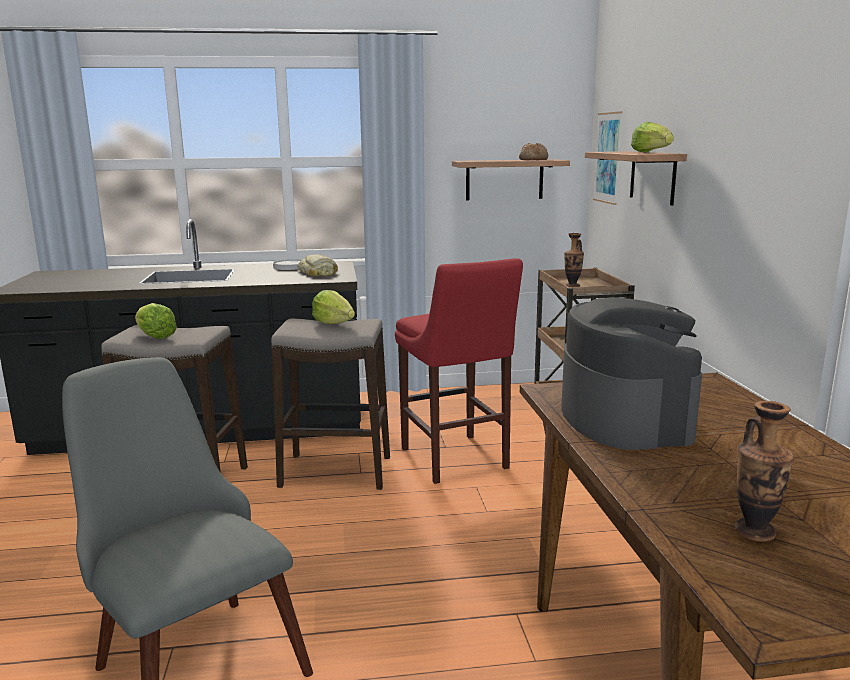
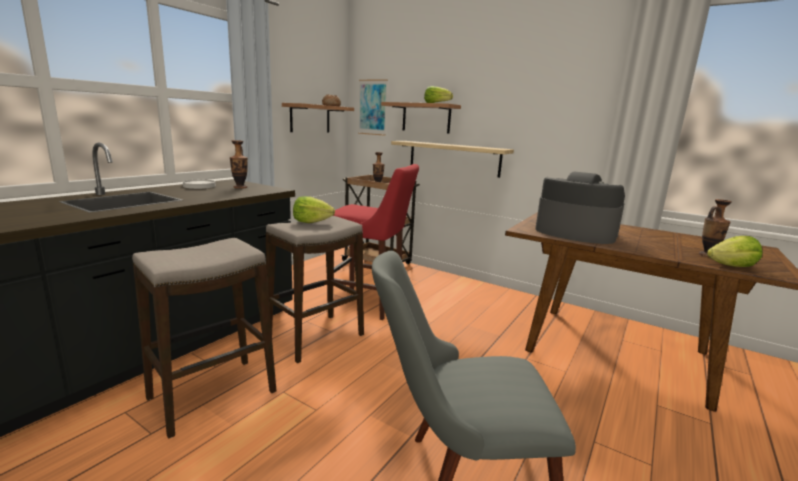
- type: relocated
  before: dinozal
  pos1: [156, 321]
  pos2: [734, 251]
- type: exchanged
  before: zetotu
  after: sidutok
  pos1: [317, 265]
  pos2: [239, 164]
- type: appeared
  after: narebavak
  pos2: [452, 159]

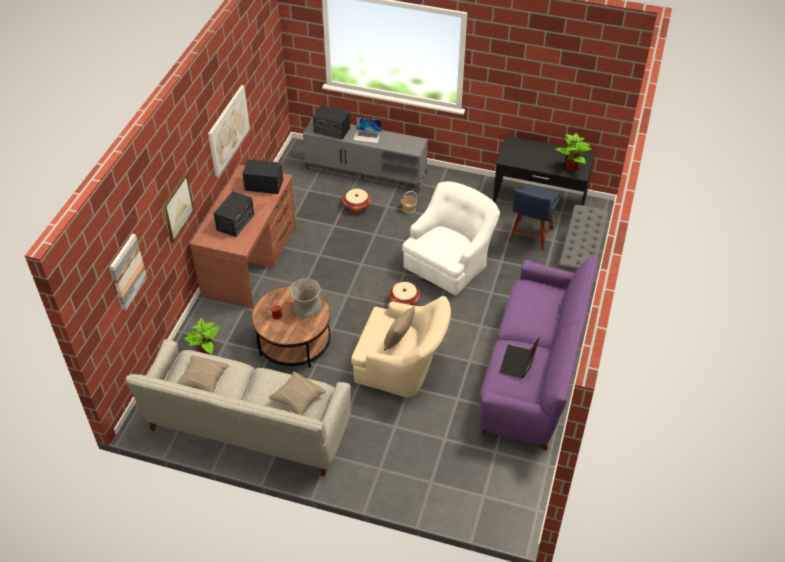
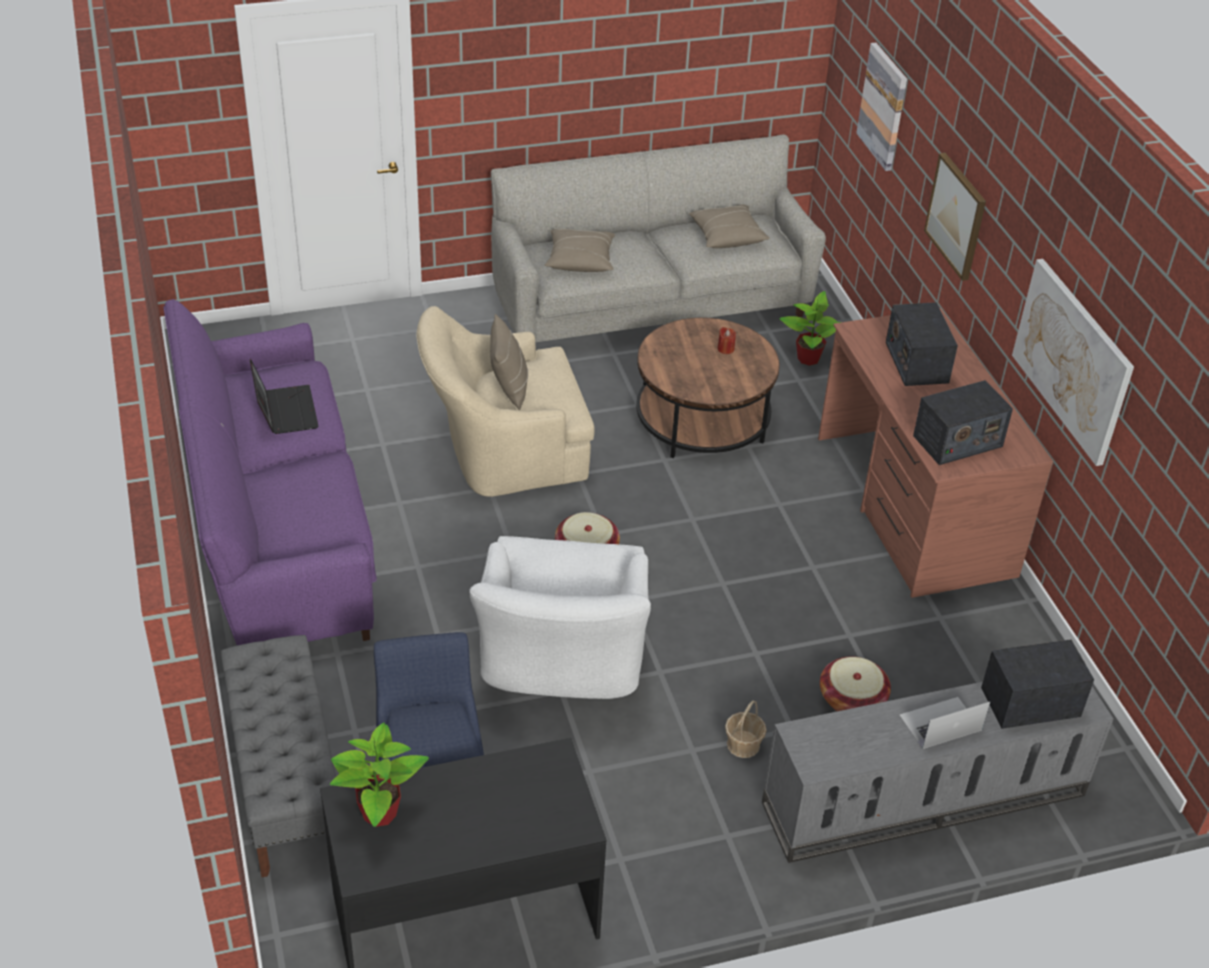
- type: missing
  before: grey_sidutok
  pos1: [305, 298]

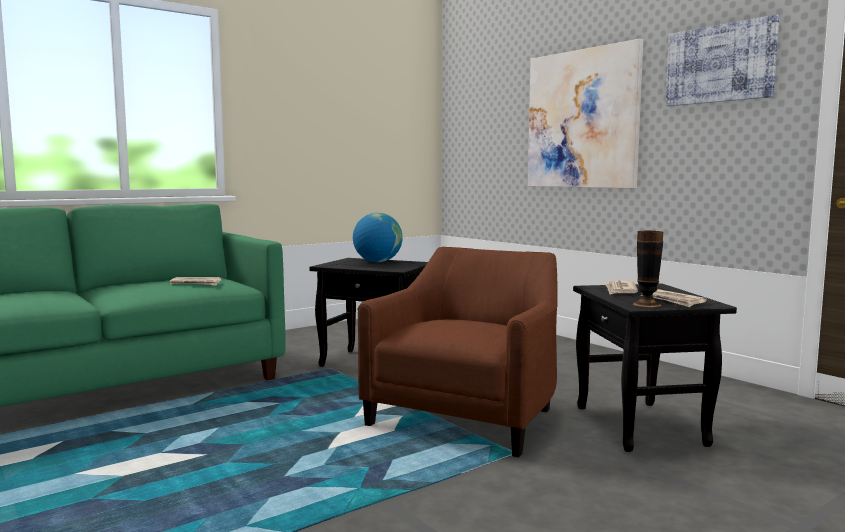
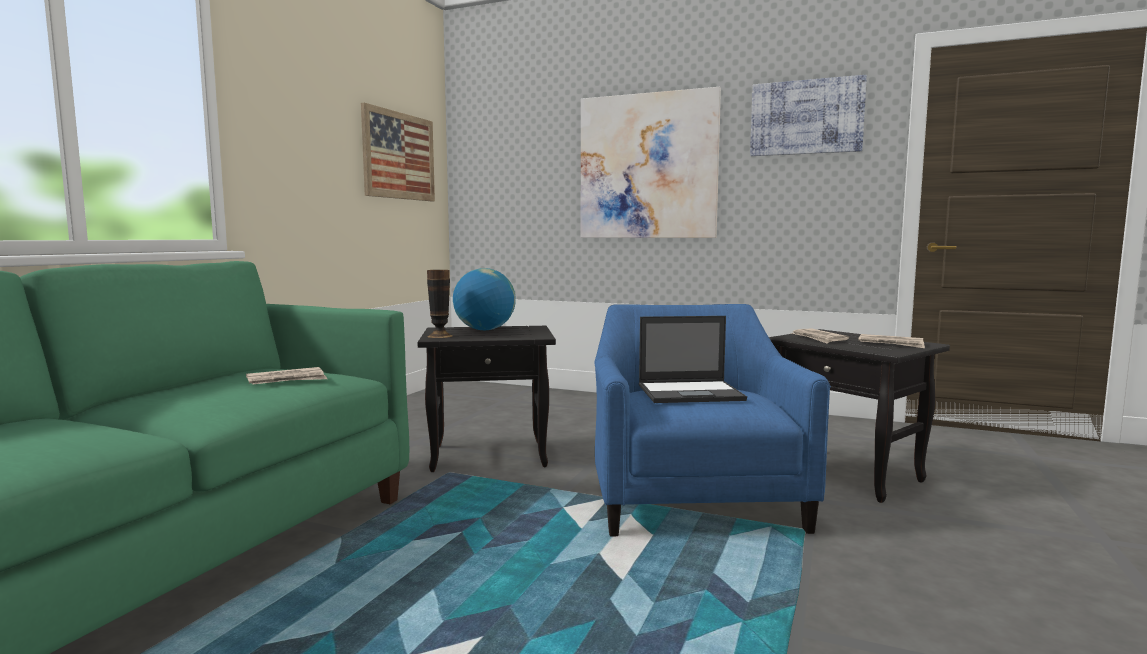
- type: colour
  before: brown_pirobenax
  after: blue_pirobenax
  pos1: [457, 352]
  pos2: [713, 420]
- type: relocated
  before: sidutok
  pos1: [648, 269]
  pos2: [440, 304]
- type: appeared
  after: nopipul
  pos2: [398, 152]
- type: appeared
  after: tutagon
  pos2: [693, 359]

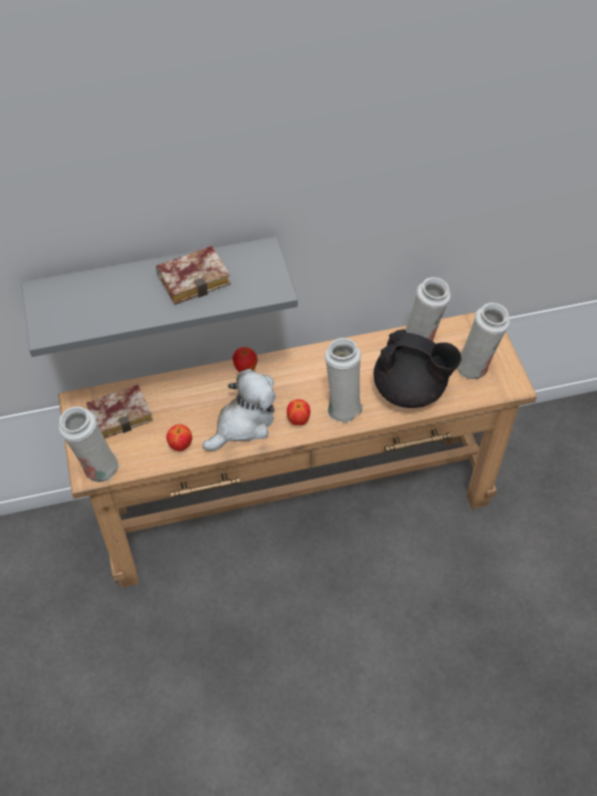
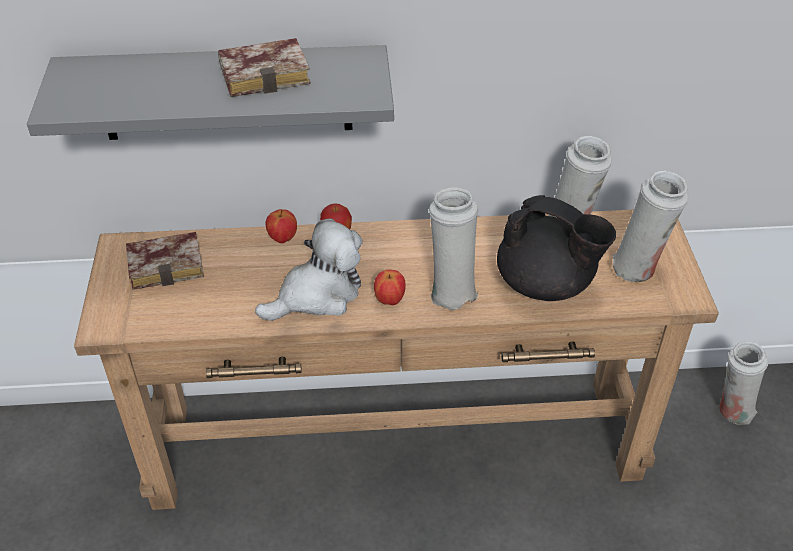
- type: relocated
  before: white_sidutok
  pos1: [89, 444]
  pos2: [743, 383]
- type: relocated
  before: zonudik
  pos1: [179, 437]
  pos2: [281, 226]

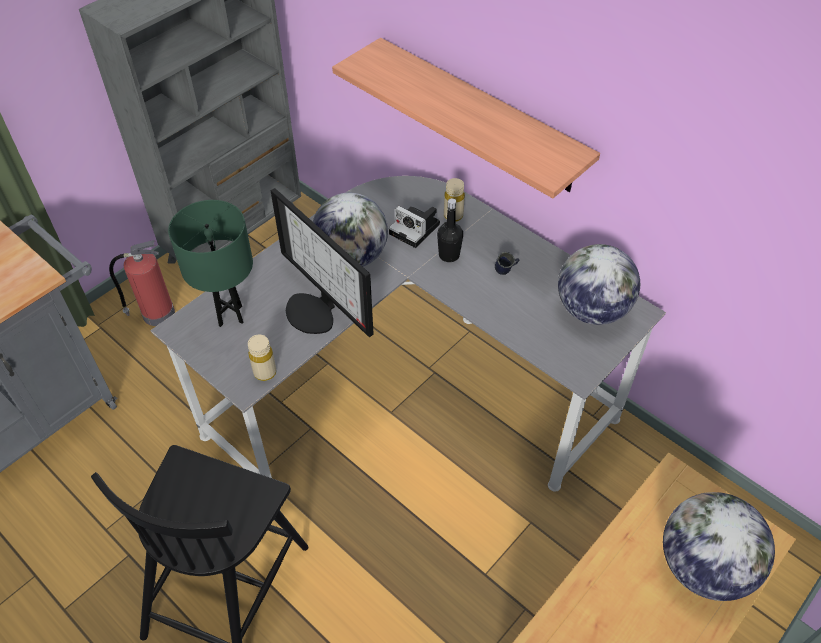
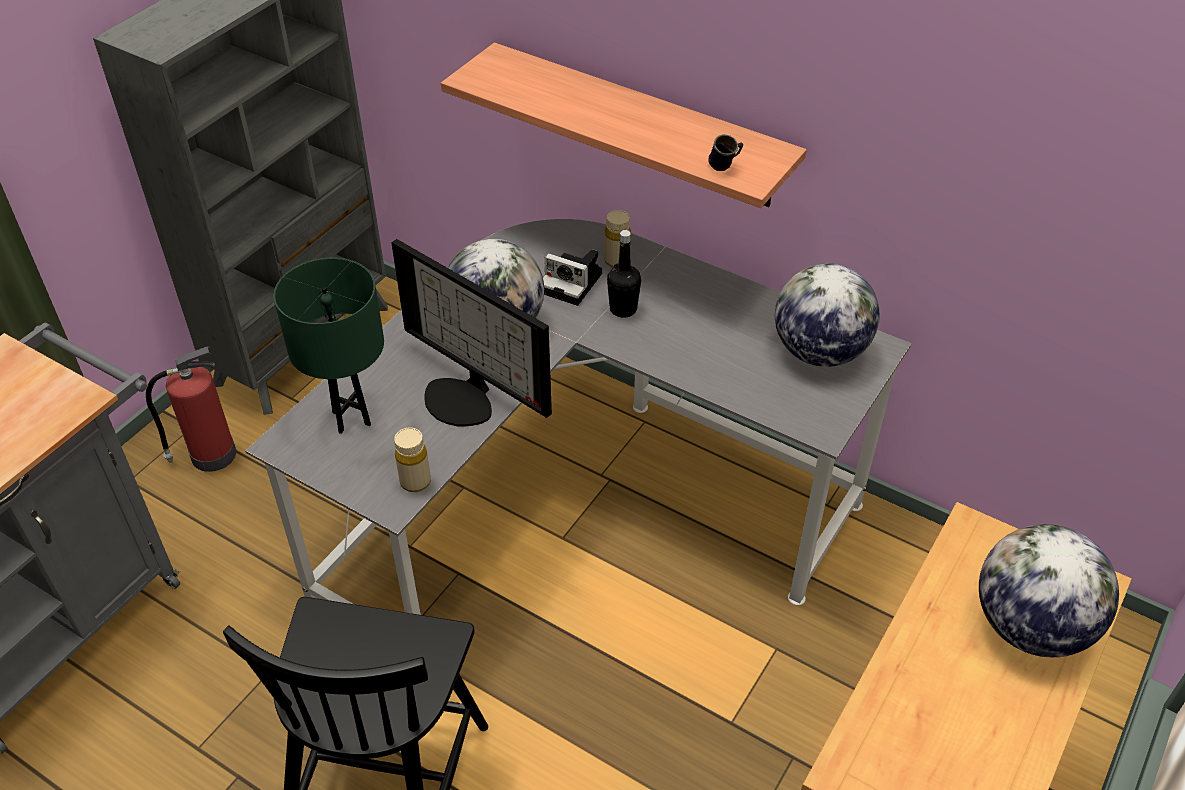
- type: relocated
  before: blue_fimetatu
  pos1: [507, 263]
  pos2: [725, 152]

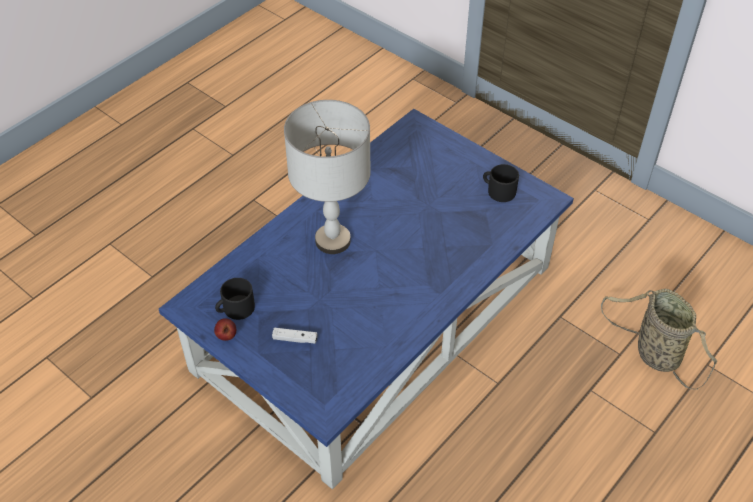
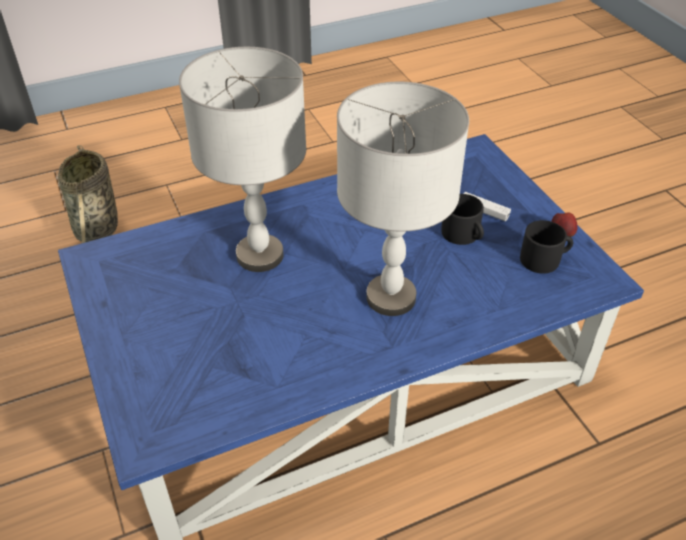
- type: relocated
  before: black_fimetatu
  pos1: [501, 183]
  pos2: [462, 219]
- type: appeared
  after: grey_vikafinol
  pos2: [242, 159]

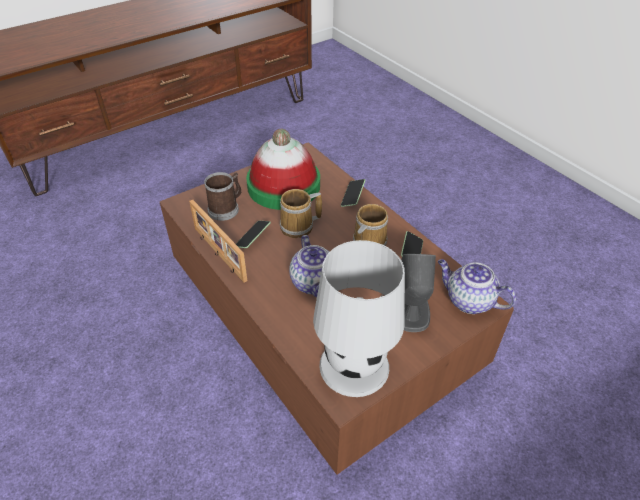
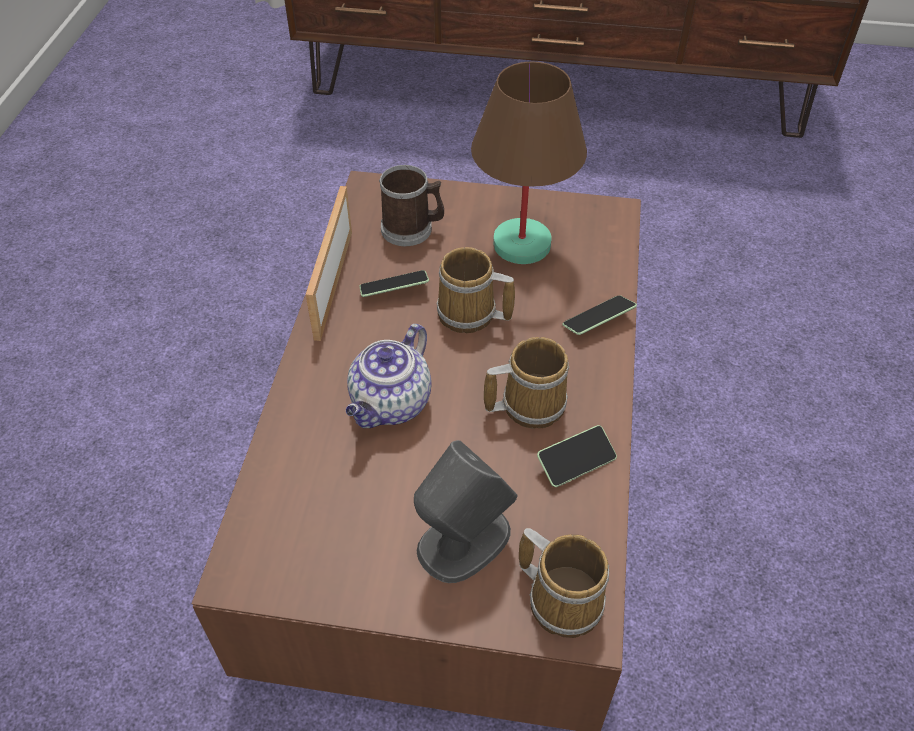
- type: exchanged
  before: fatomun
  after: brown_vikafinol
  pos1: [283, 169]
  pos2: [529, 163]
- type: missing
  before: white_vikafinol
  pos1: [359, 318]
- type: exchanged
  before: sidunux
  after: fimetatu
  pos1: [477, 286]
  pos2: [564, 583]

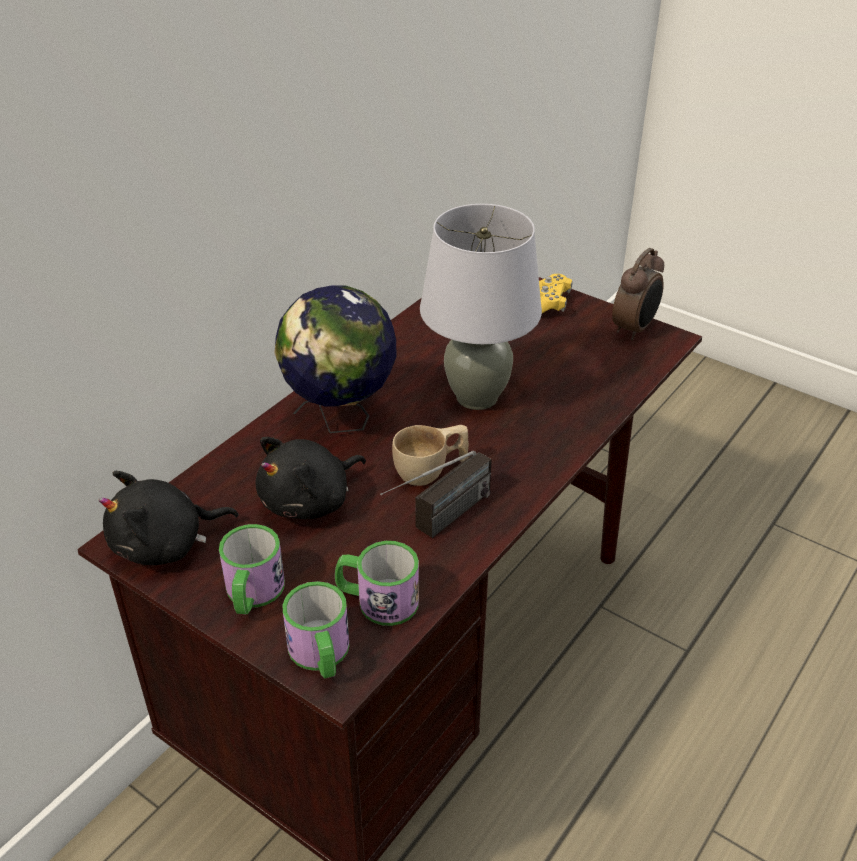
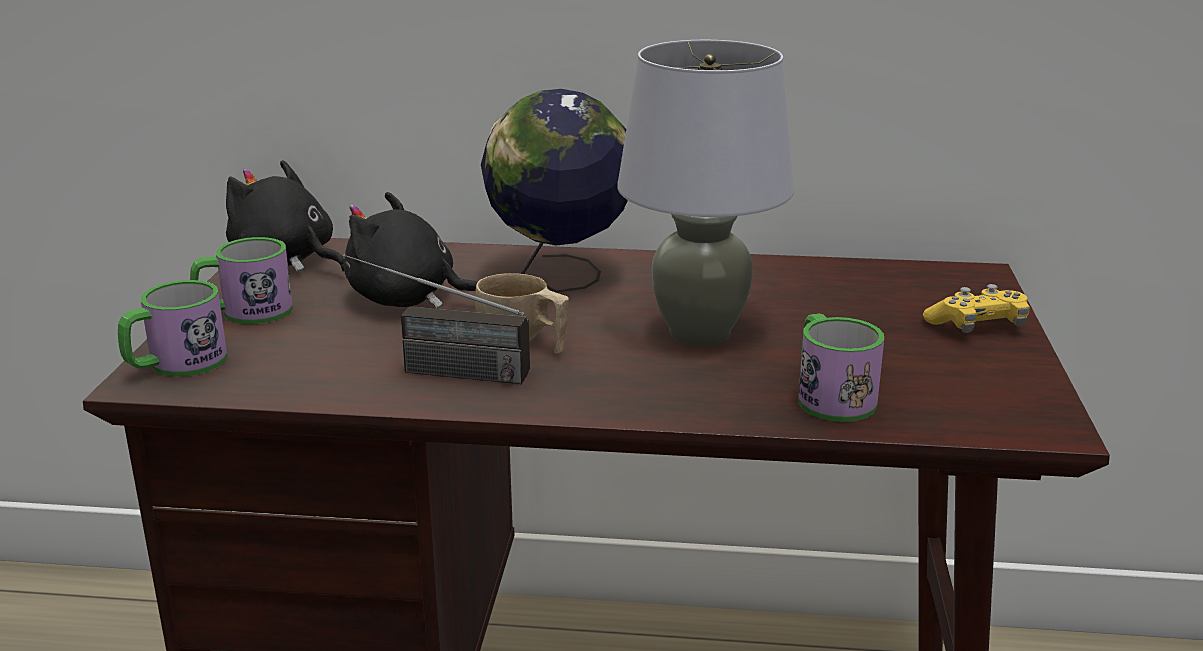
- type: relocated
  before: fimetatu
  pos1: [377, 583]
  pos2: [841, 368]
- type: missing
  before: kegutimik
  pos1: [638, 294]

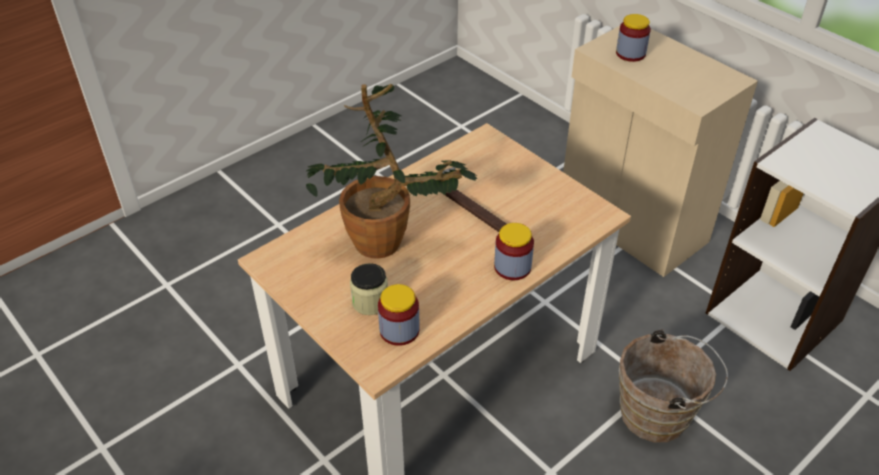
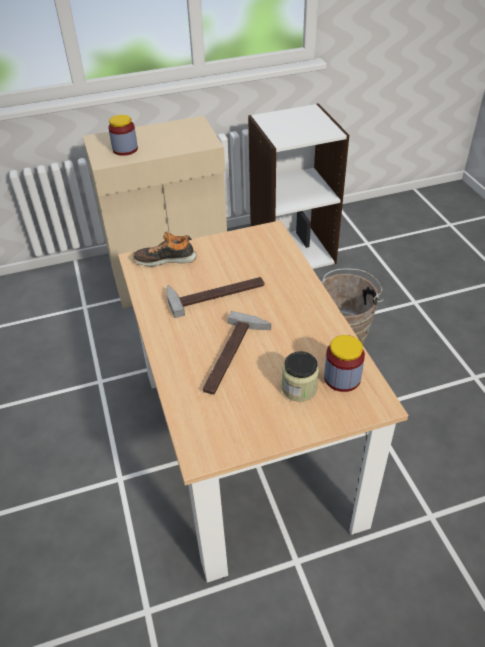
- type: exchanged
  before: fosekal
  after: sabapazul
  pos1: [391, 171]
  pos2: [237, 353]
- type: missing
  before: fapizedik
  pos1: [514, 251]
- type: appeared
  after: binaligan
  pos2: [165, 248]

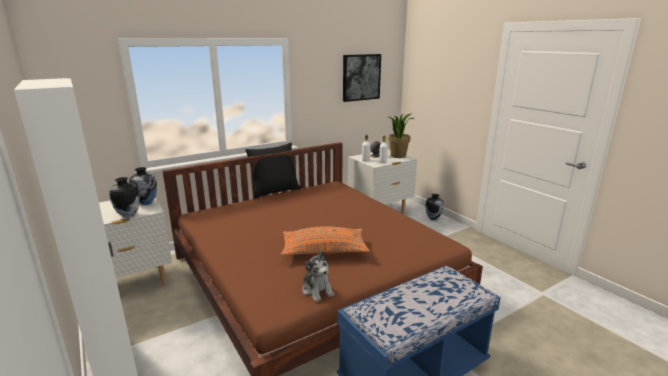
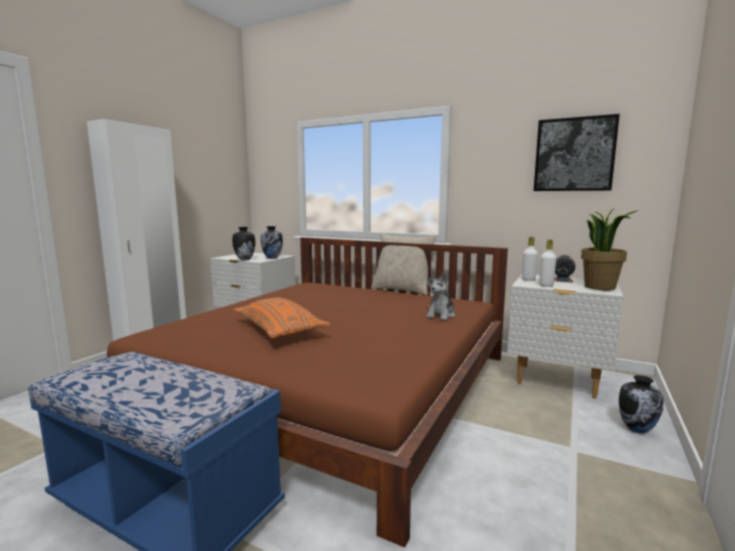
- type: colour
  before: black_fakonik
  after: beige_fakonik
  pos1: [272, 170]
  pos2: [404, 264]
- type: relocated
  before: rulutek
  pos1: [318, 276]
  pos2: [440, 296]

